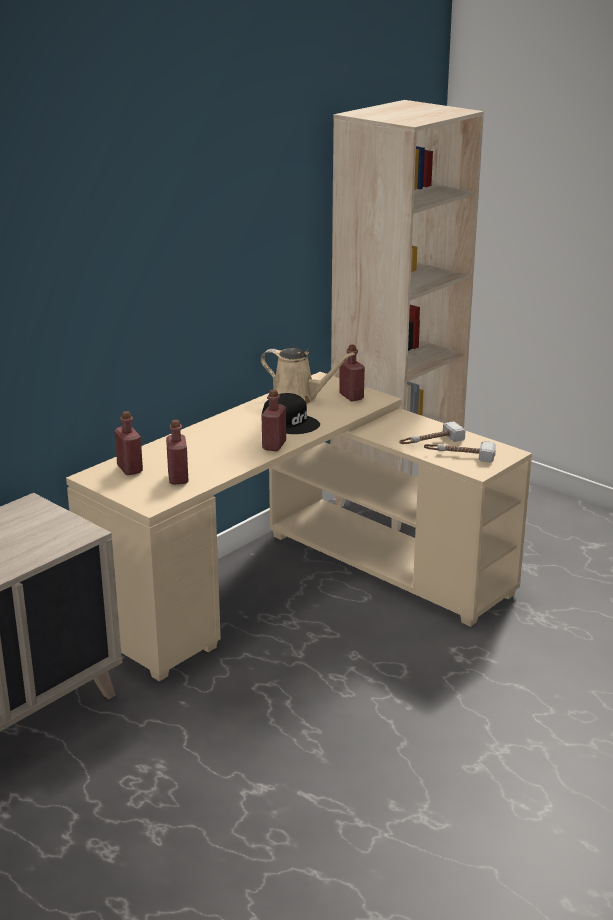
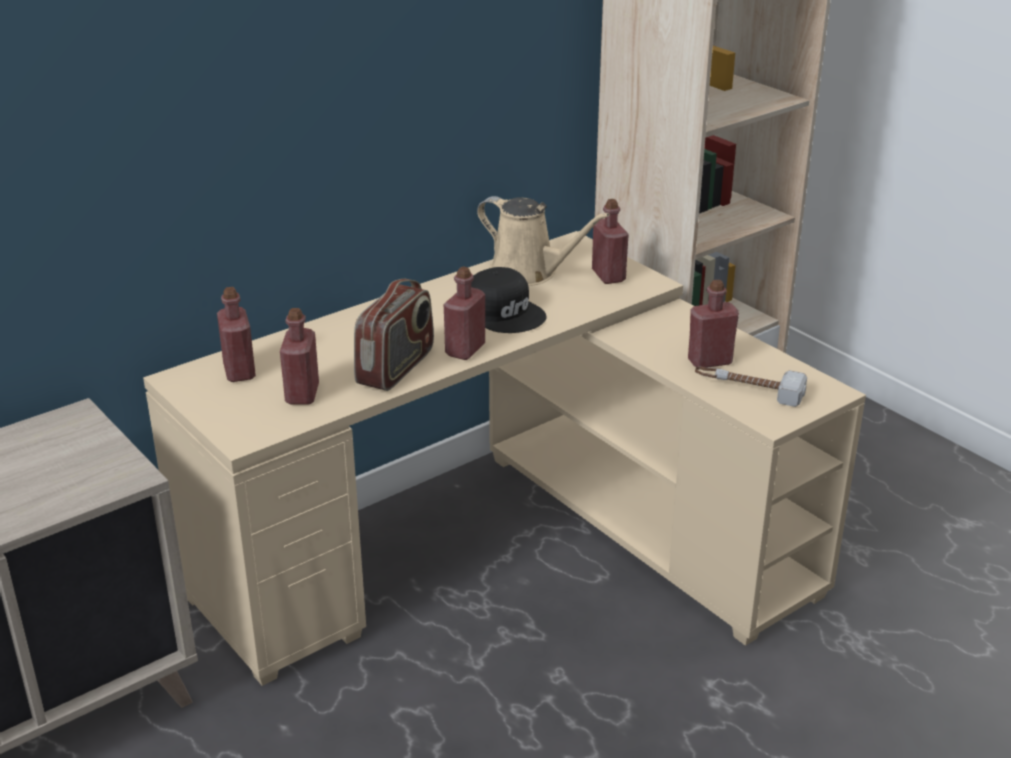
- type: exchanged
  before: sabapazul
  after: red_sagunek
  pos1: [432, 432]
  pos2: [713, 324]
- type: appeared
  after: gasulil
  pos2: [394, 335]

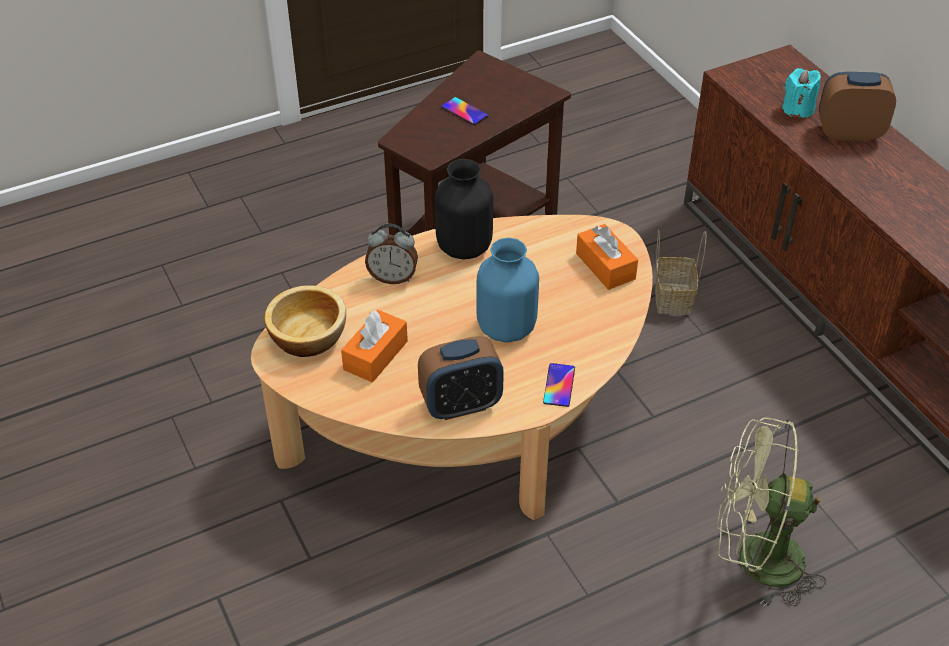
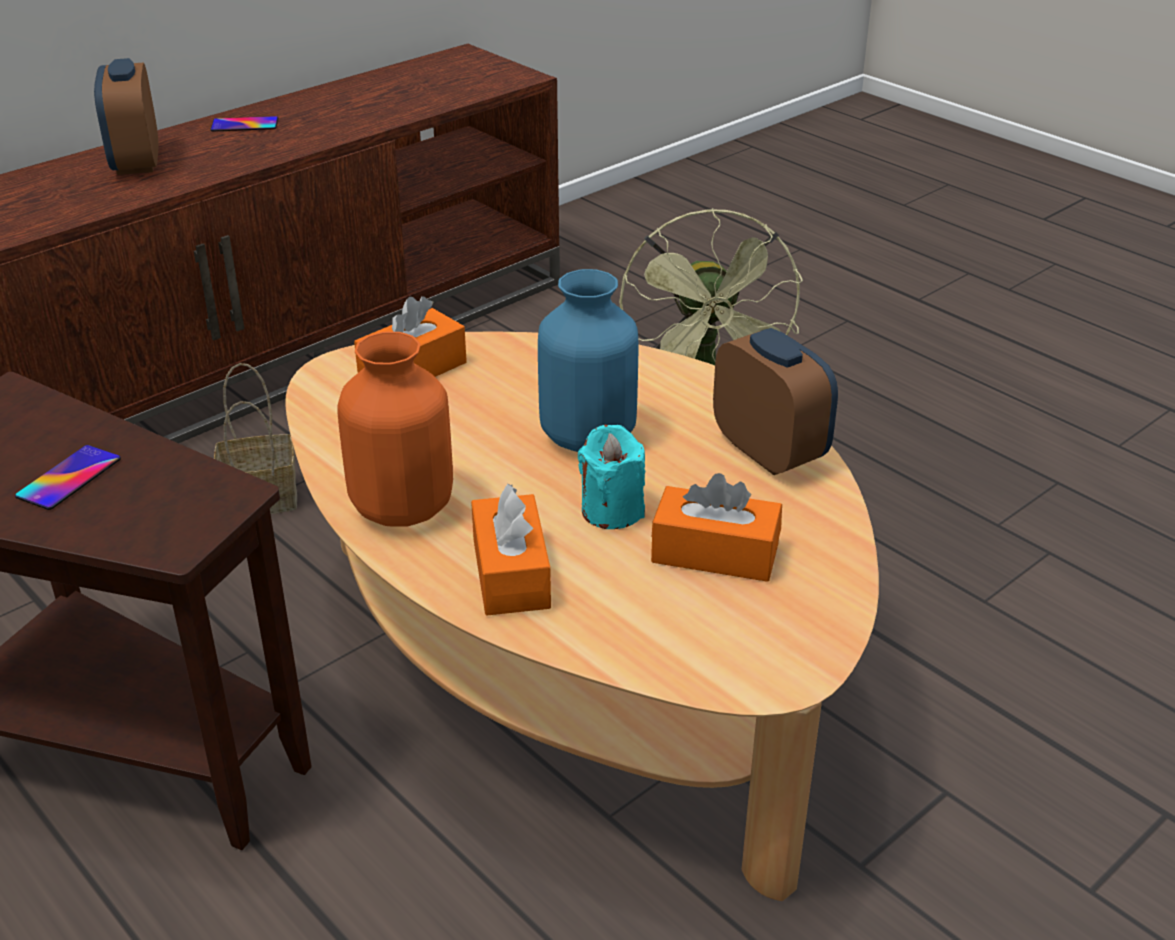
- type: missing
  before: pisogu
  pos1: [305, 321]
- type: exchanged
  before: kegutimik
  after: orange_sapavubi
  pos1: [391, 254]
  pos2: [511, 549]
- type: colour
  before: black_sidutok
  after: orange_sidutok
  pos1: [464, 209]
  pos2: [395, 429]
- type: relocated
  before: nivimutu
  pos1: [559, 385]
  pos2: [244, 123]
- type: relocated
  before: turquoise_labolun
  pos1: [801, 93]
  pos2: [611, 477]

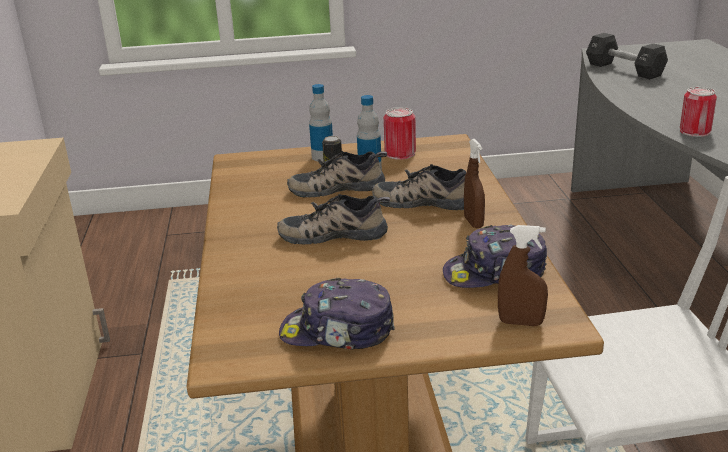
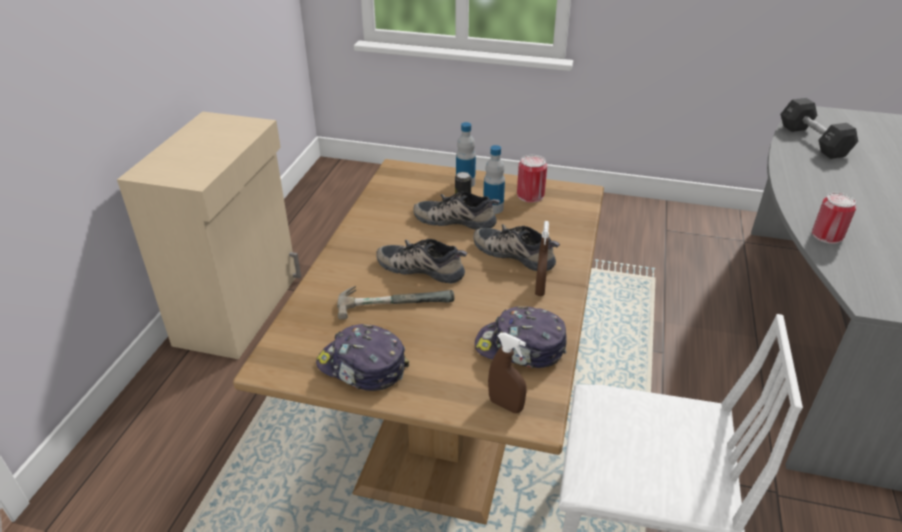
- type: appeared
  after: sabapazul
  pos2: [395, 303]

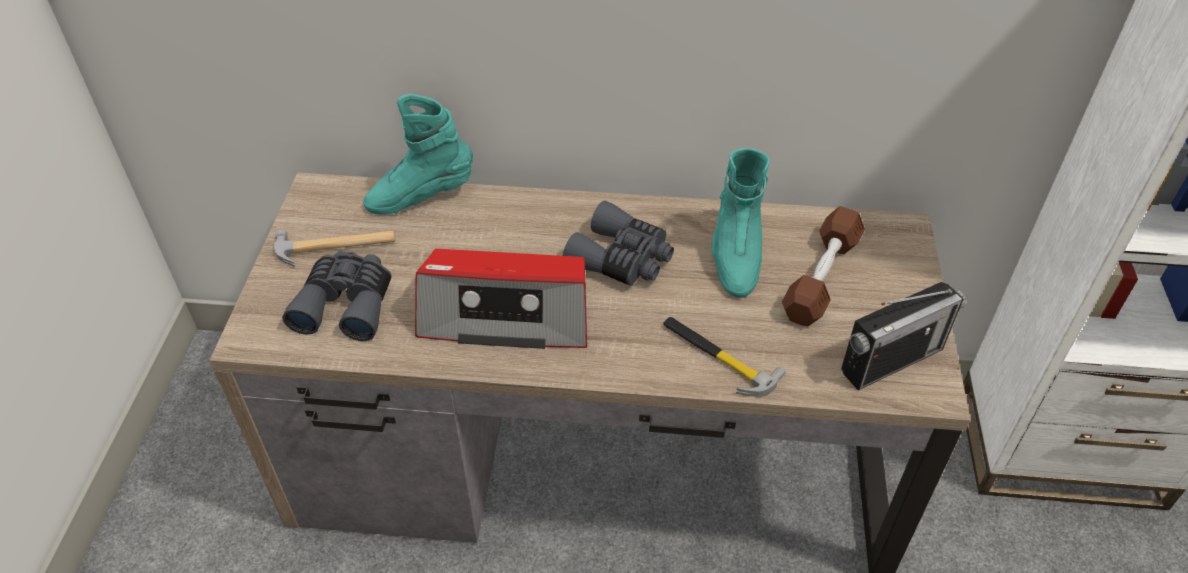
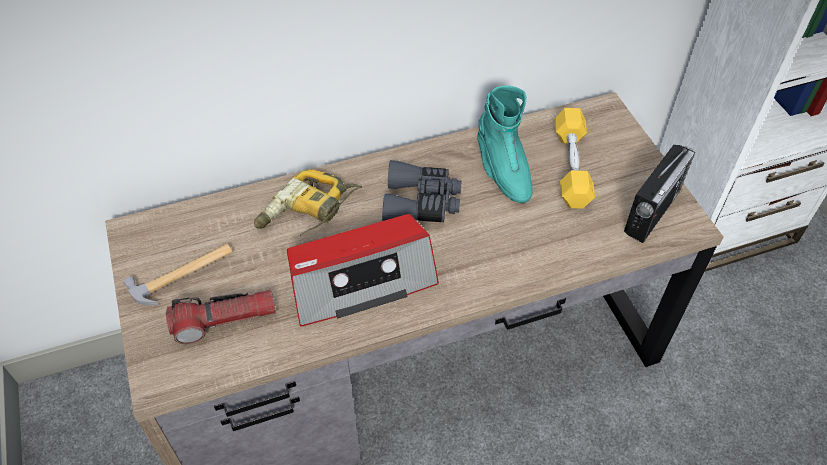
- type: exchanged
  before: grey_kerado
  after: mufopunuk
  pos1: [337, 296]
  pos2: [221, 317]
- type: missing
  before: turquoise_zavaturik
  pos1: [418, 154]
- type: missing
  before: sabapazul
  pos1: [724, 357]
- type: colour
  before: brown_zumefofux
  after: yellow_zumefofux
  pos1: [823, 266]
  pos2: [575, 158]
- type: appeared
  after: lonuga
  pos2: [308, 202]

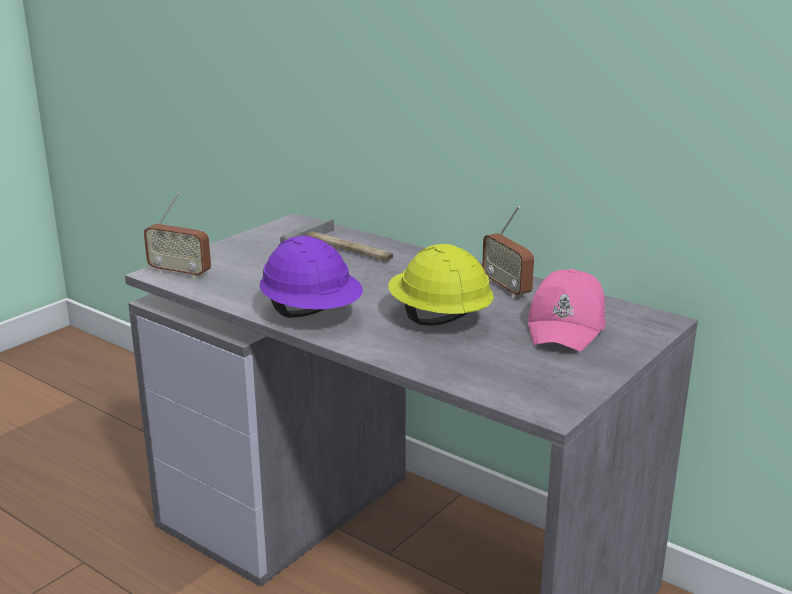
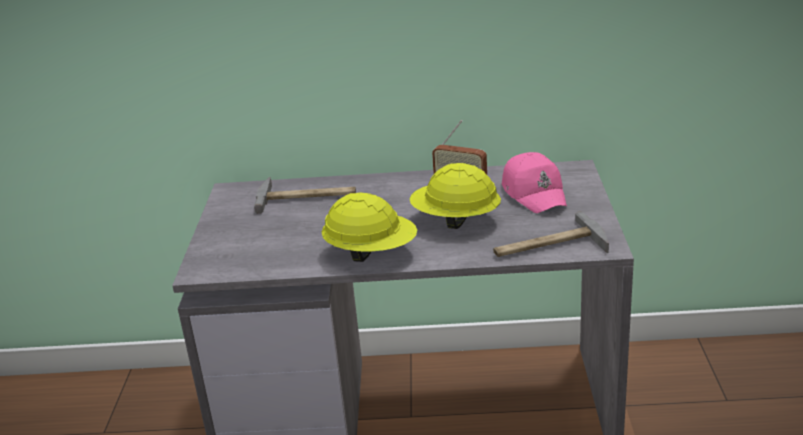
- type: missing
  before: gasulil
  pos1: [177, 235]
- type: colour
  before: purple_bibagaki
  after: yellow_bibagaki
  pos1: [311, 277]
  pos2: [369, 227]
- type: appeared
  after: sabapazul
  pos2: [551, 234]

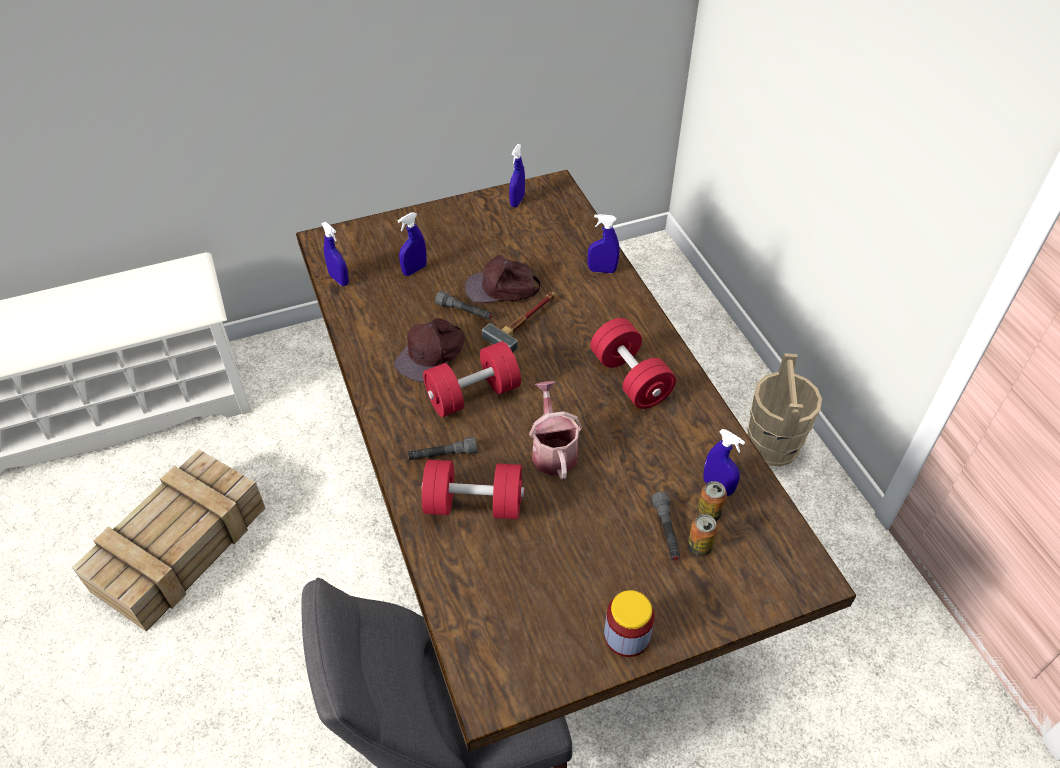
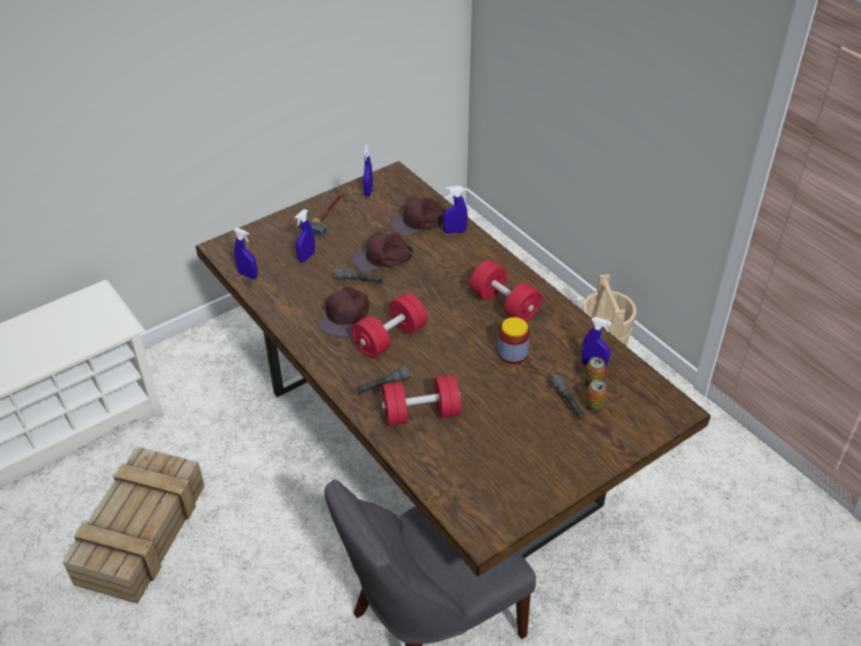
- type: relocated
  before: sabapazul
  pos1: [518, 322]
  pos2: [321, 214]
- type: missing
  before: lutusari
  pos1: [555, 430]
- type: relocated
  before: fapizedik
  pos1: [629, 623]
  pos2: [514, 340]
- type: appeared
  after: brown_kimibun
  pos2: [417, 216]

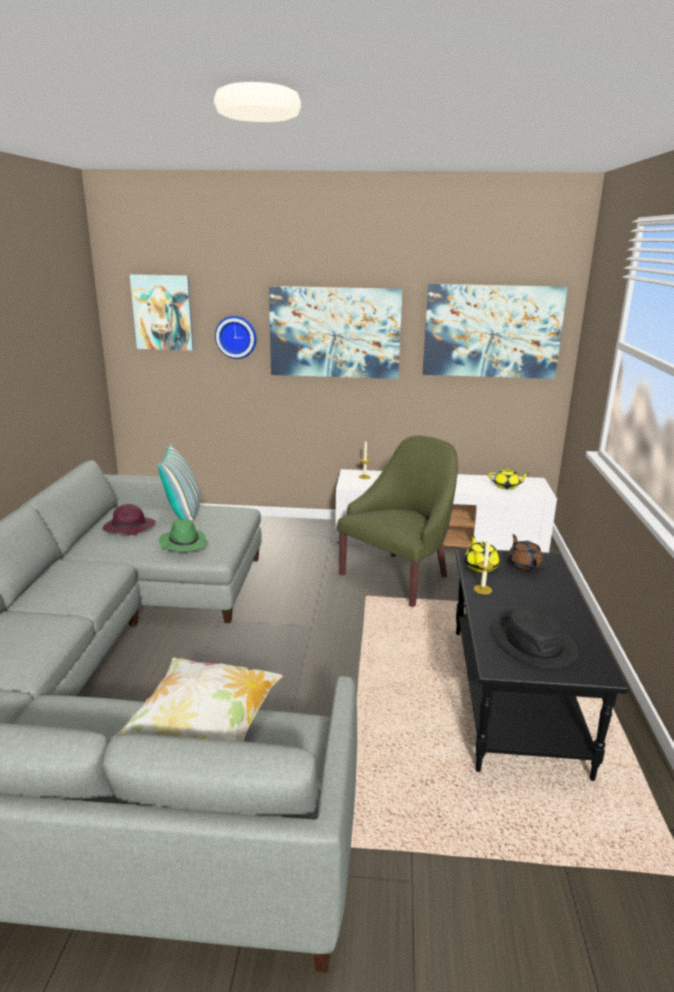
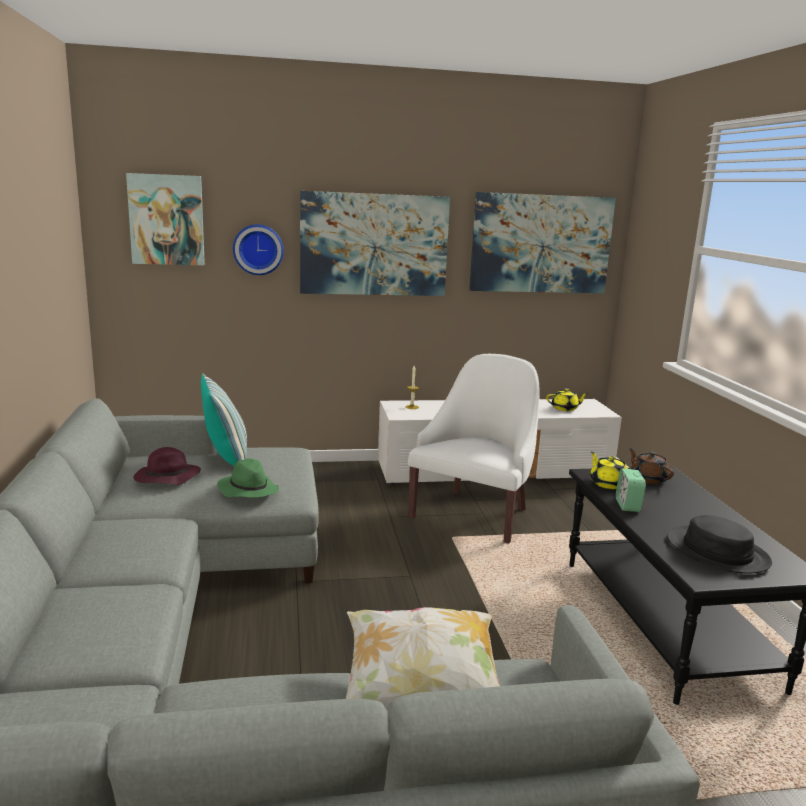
- type: colour
  before: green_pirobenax
  after: white_pirobenax
  pos1: [397, 521]
  pos2: [474, 449]
- type: exchanged
  before: labolun
  after: kegutimik
  pos1: [484, 565]
  pos2: [631, 490]

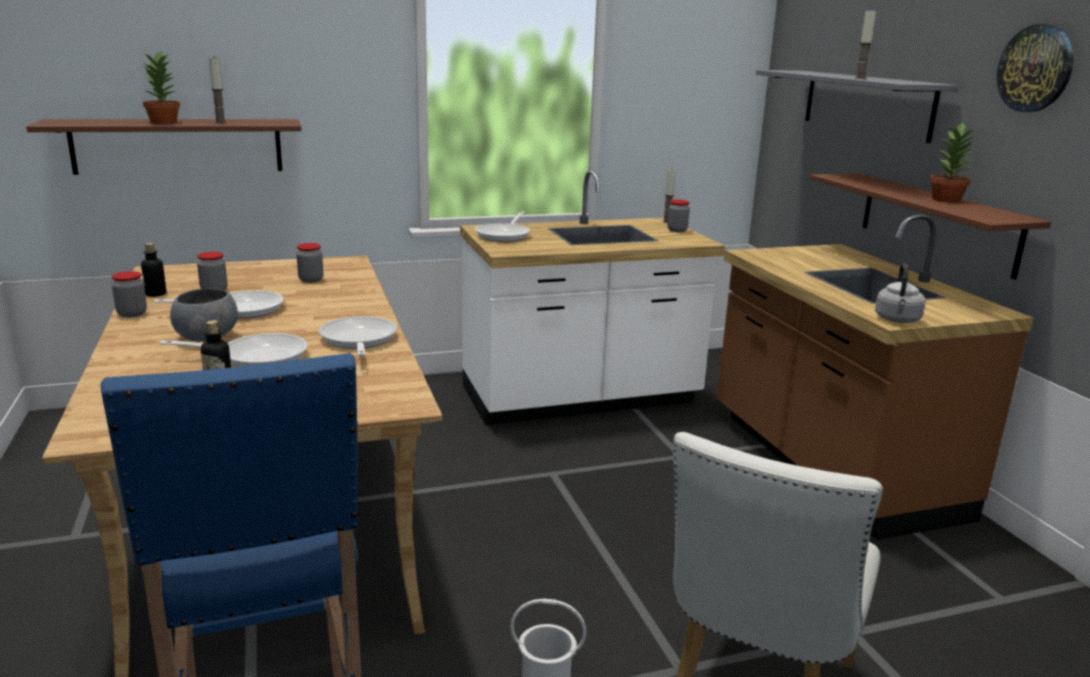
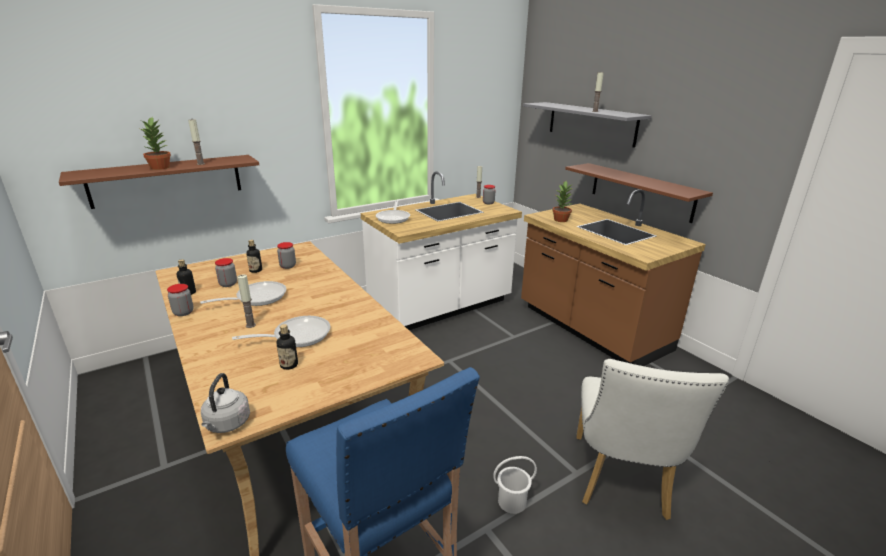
- type: exchanged
  before: grey_pisogu
  after: labolun
  pos1: [204, 315]
  pos2: [246, 301]
- type: missing
  before: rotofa
  pos1: [358, 336]
- type: relocated
  before: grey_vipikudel
  pos1: [900, 293]
  pos2: [225, 403]
- type: relocated
  before: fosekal
  pos1: [952, 162]
  pos2: [562, 201]
- type: missing
  before: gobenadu
  pos1: [1035, 68]
- type: appeared
  after: sagunek
  pos2: [254, 256]

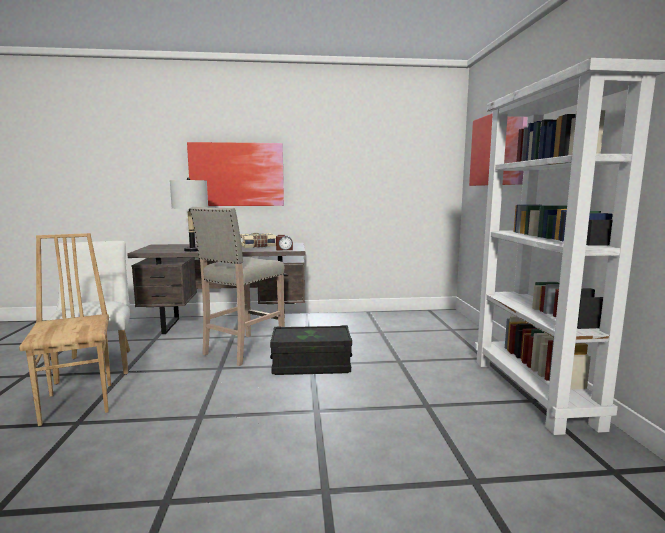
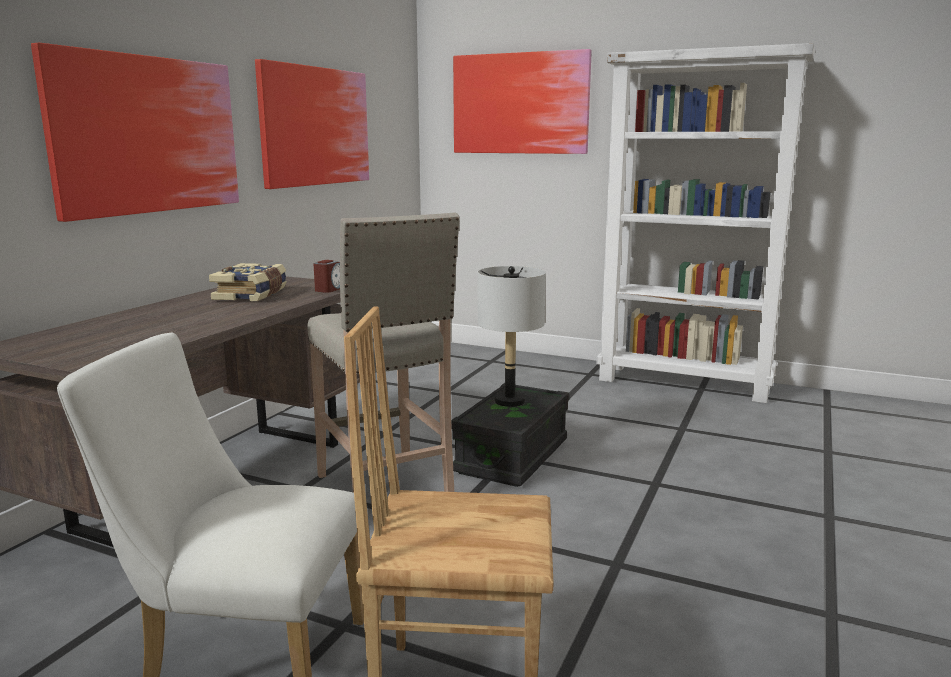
- type: relocated
  before: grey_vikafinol
  pos1: [189, 215]
  pos2: [511, 336]
- type: appeared
  after: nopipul
  pos2: [312, 124]

